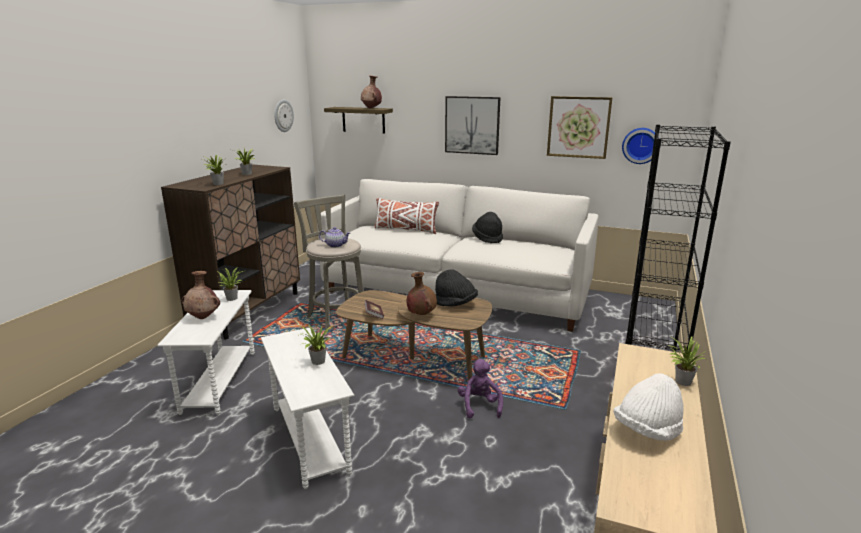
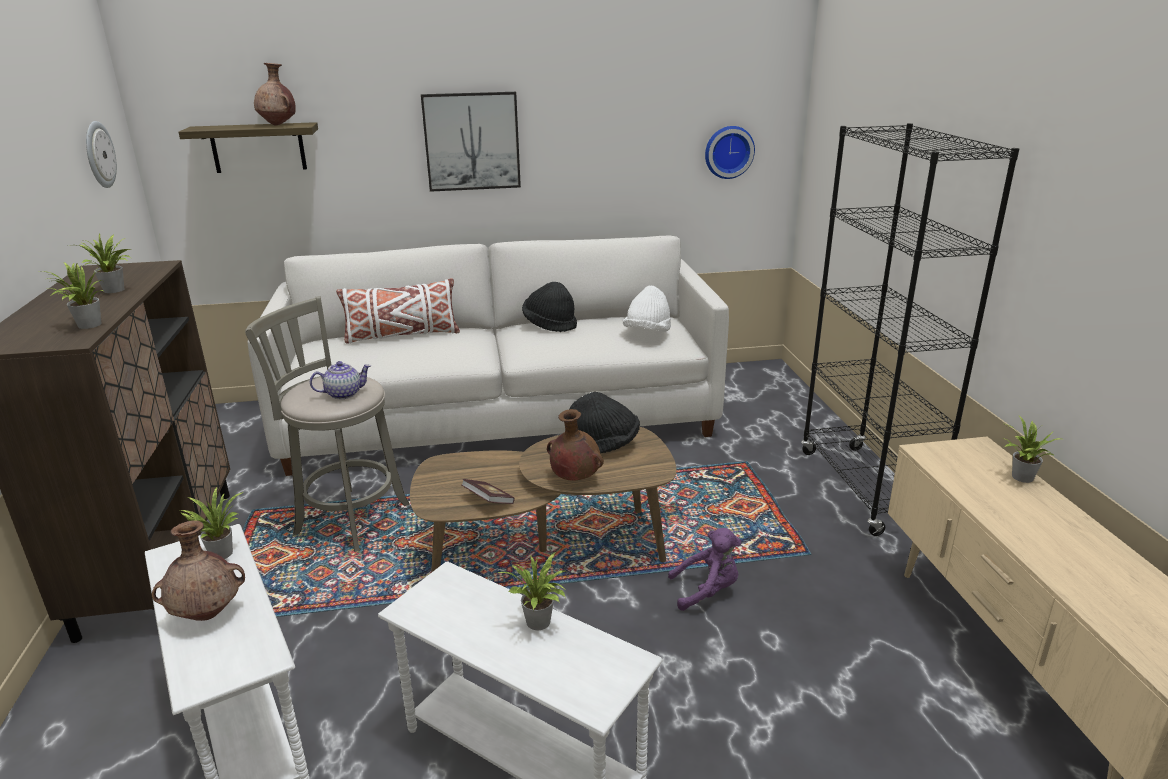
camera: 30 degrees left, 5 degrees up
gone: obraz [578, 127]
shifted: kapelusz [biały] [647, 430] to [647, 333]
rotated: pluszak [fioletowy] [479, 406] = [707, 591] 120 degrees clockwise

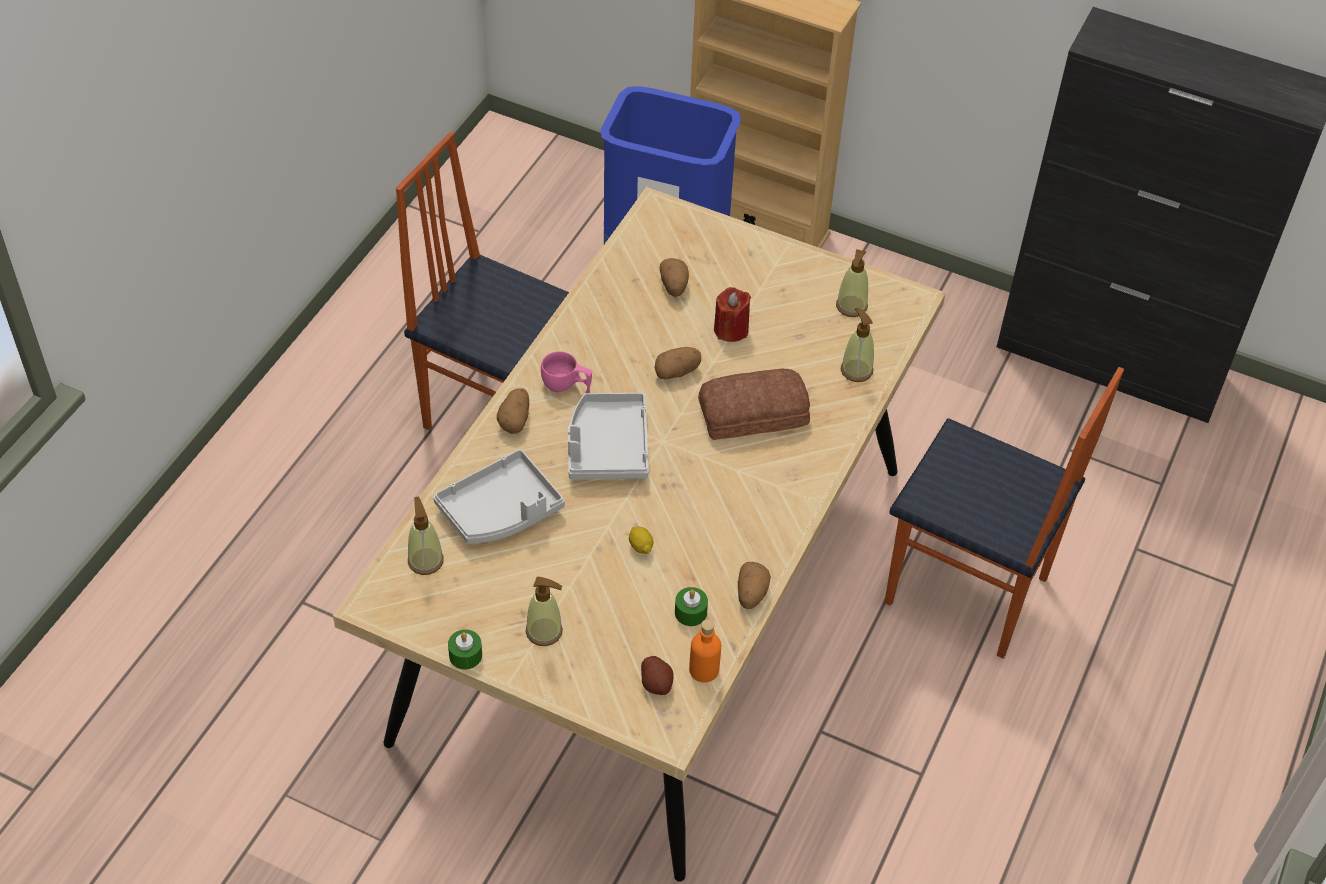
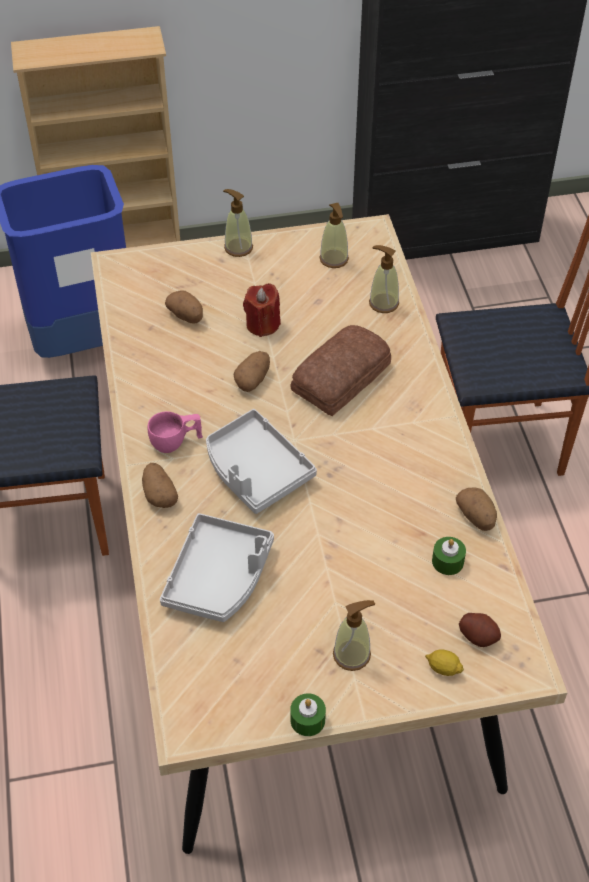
camera: 35 degrees left, 0 degrees up
gone: butelka [pomarańczowy] [704, 670]
shifted: dozownik mydła [425, 561] to [238, 247]; cytryna [640, 546] to [443, 668]

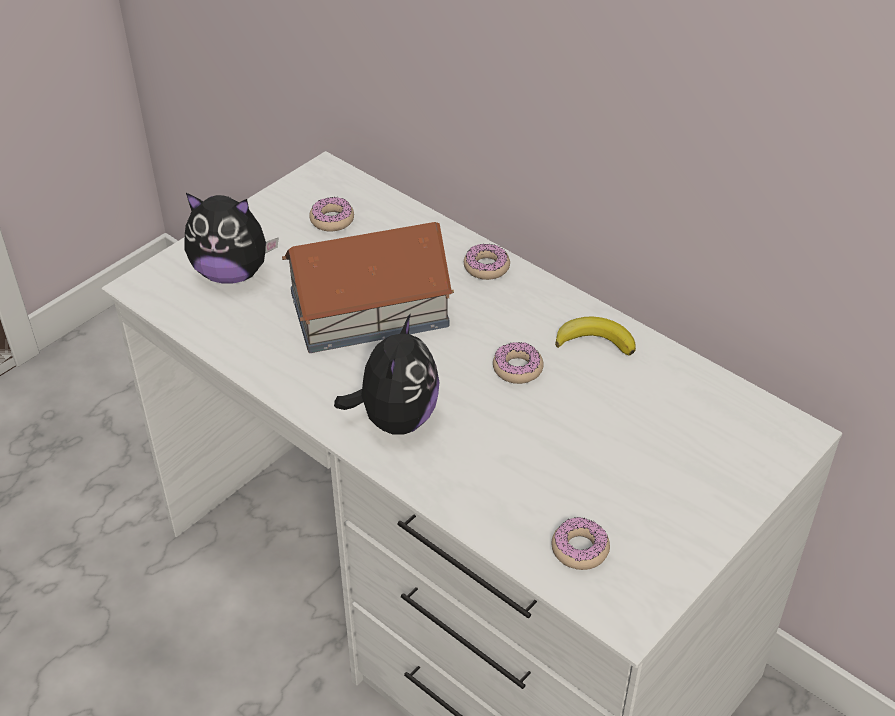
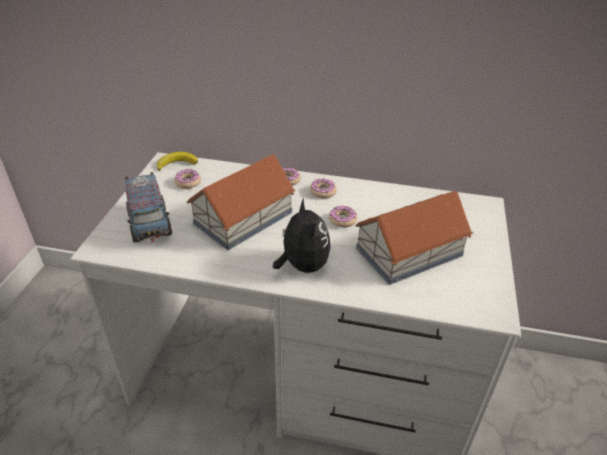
camera: 30 degrees left, 5 degrees down
new: domek [408, 251]
shifted: banan [595, 341] to [177, 163]; donut [579, 549] to [323, 192]
swapped: pluszak [232, 273] to ciężarówka zabawkowa [150, 225]

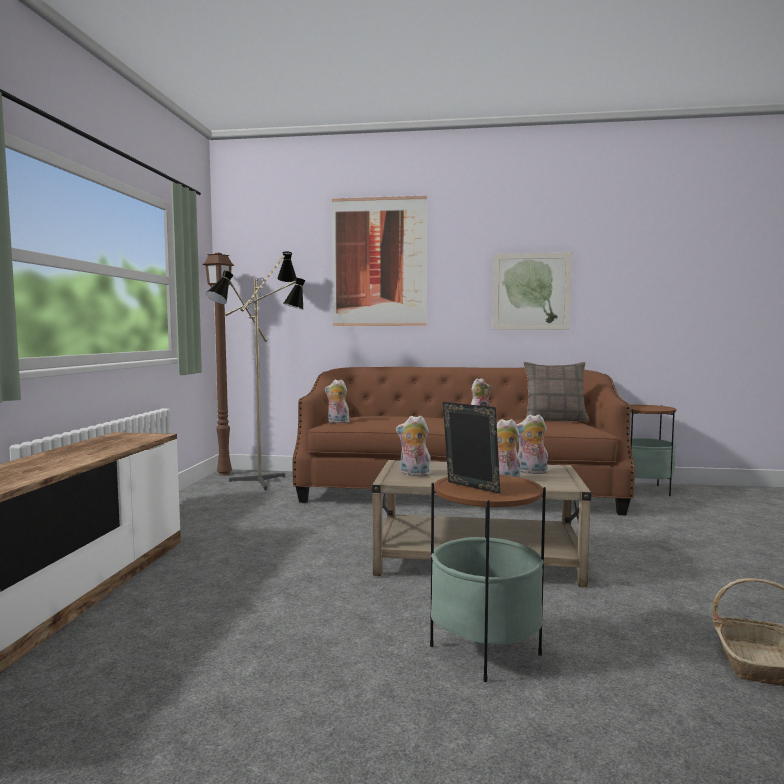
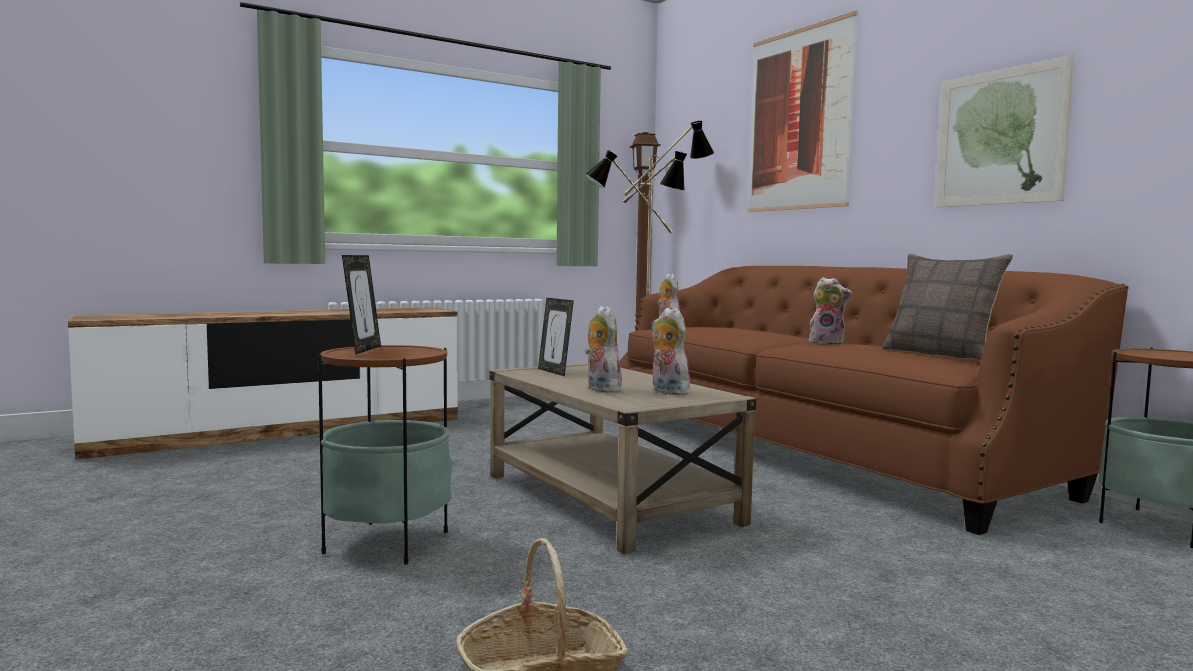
camera: 50 degrees right, 0 degrees up
swapped: pluszak [414, 474] to ramka na zdjęcie [554, 372]

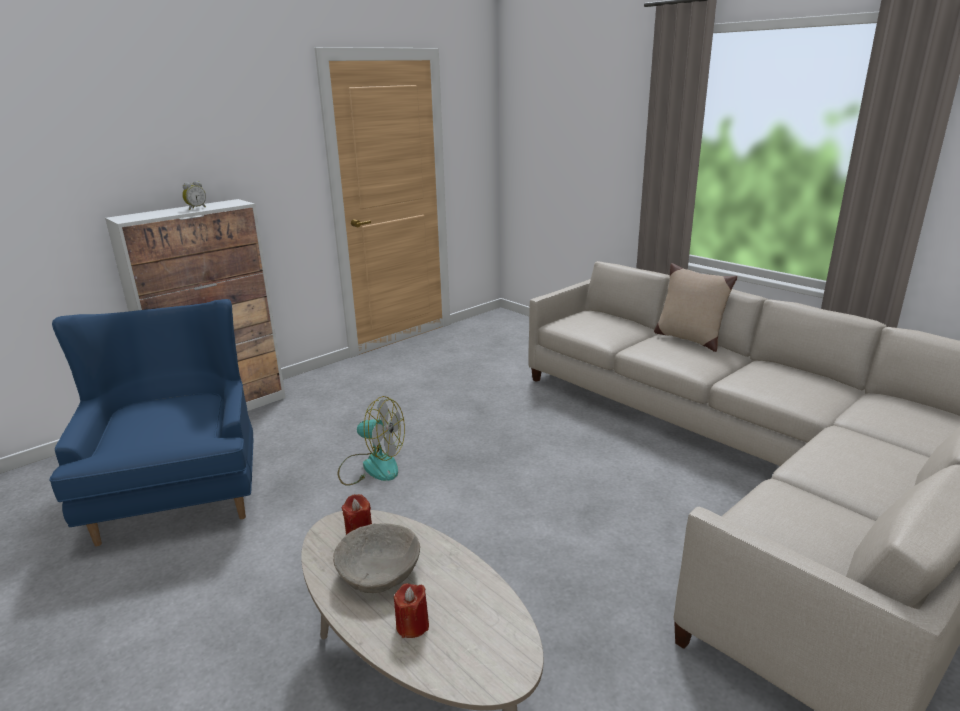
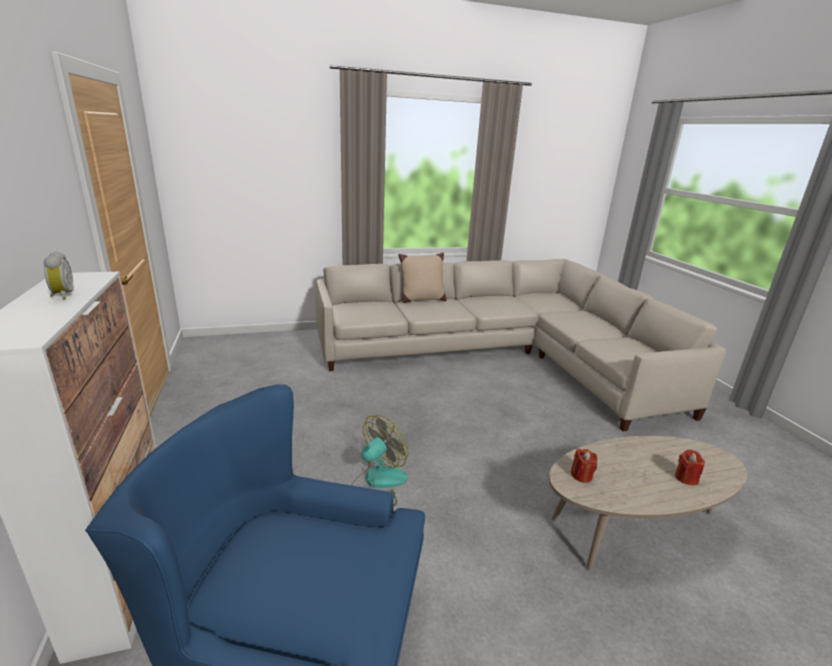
camera: 65 degrees left, 0 degrees up
gone: miska [beżowy] [379, 571]

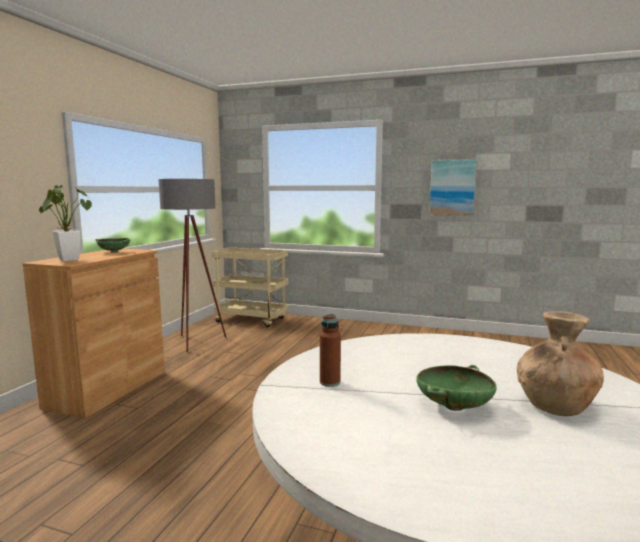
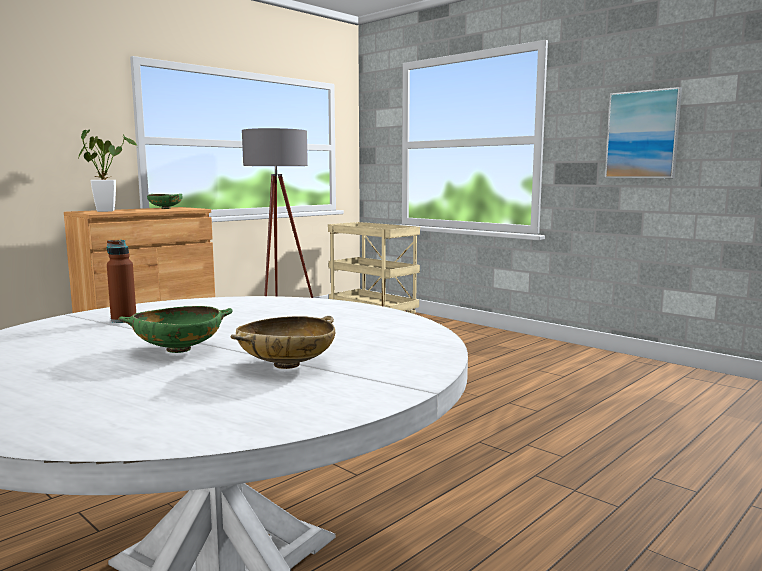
camera: 25 degrees right, 0 degrees up
swapped: wazon [brązowy] [555, 405] to miska [beżowy] [286, 365]

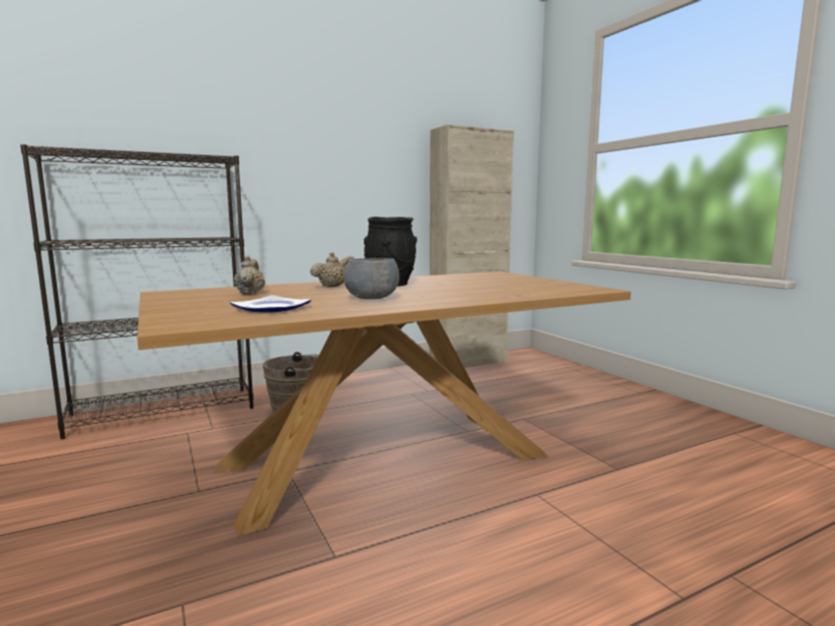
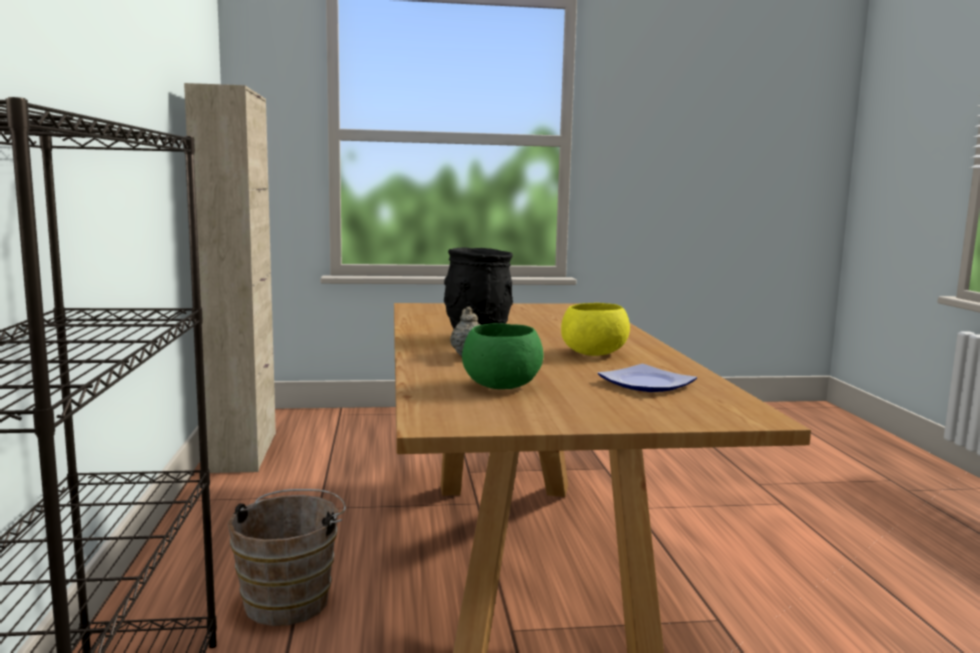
camera: 70 degrees left, 0 degrees up
swapped: imbryk [beżowy] [250, 293] to miska [zielony] [500, 386]
repainted: miska [szary] [372, 298] to miska [żółty] [592, 353]

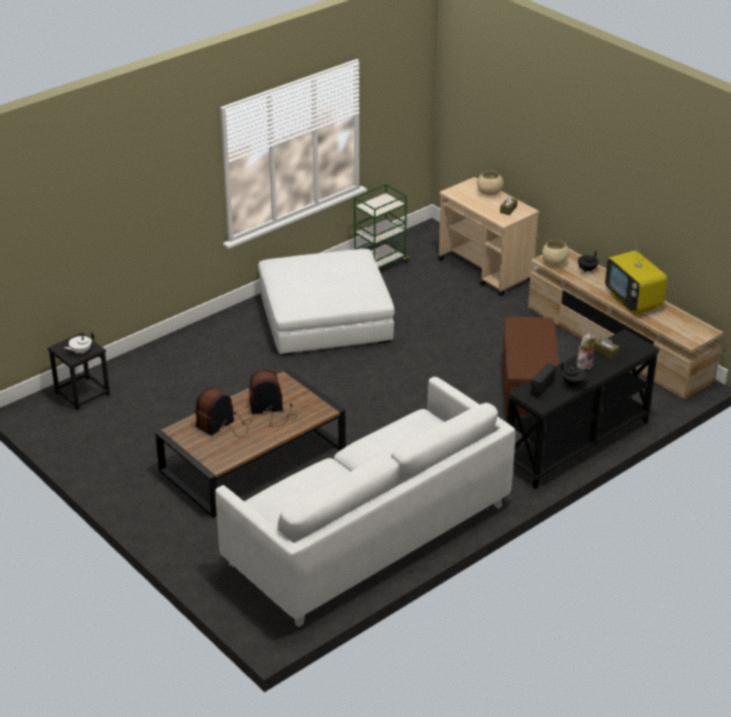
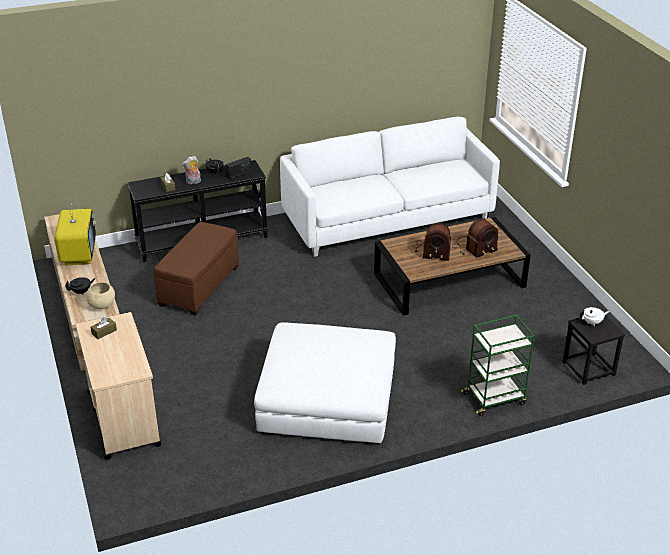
camera: 160 degrees left, 0 degrees up
gone: miska [beżowy] [489, 193]
shifted: wózek [zielony] [380, 264] to [494, 398]

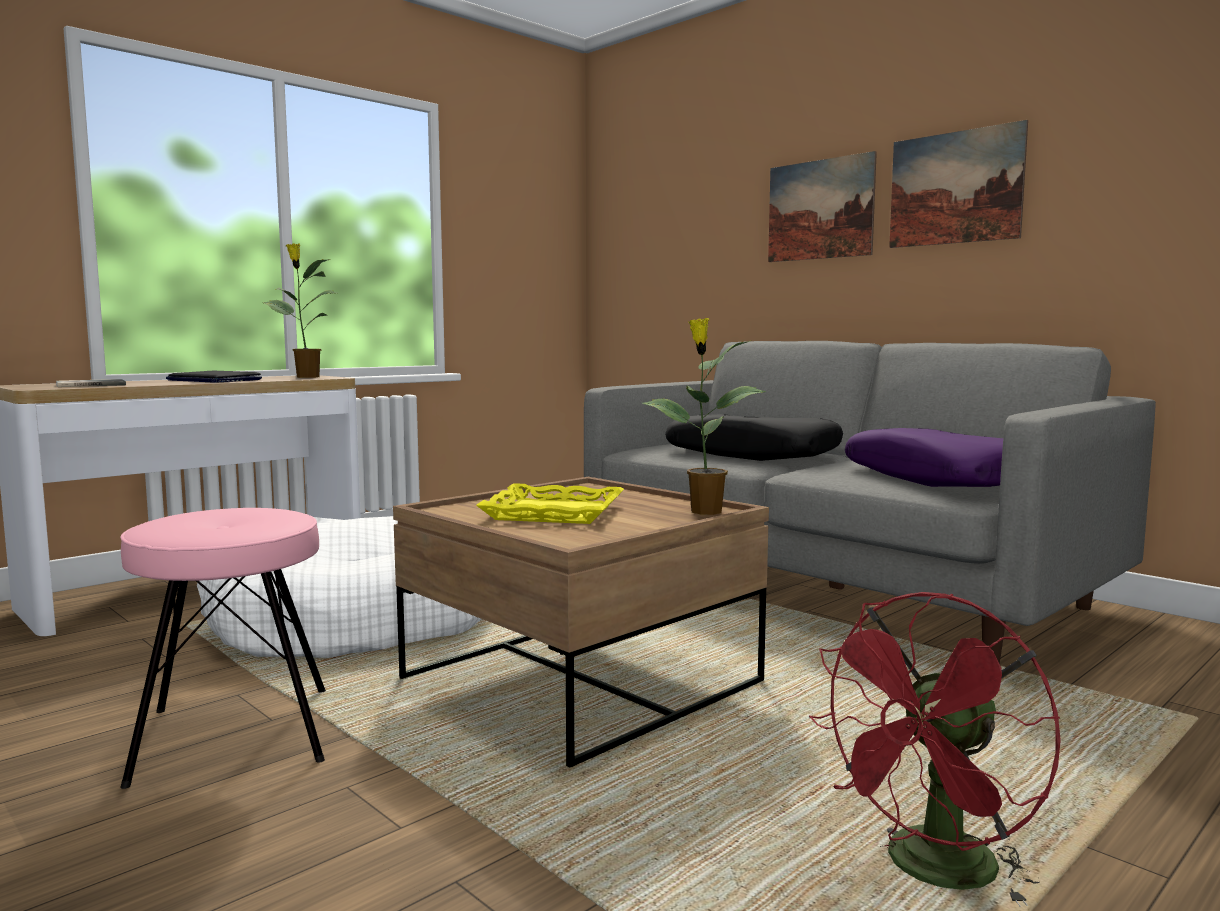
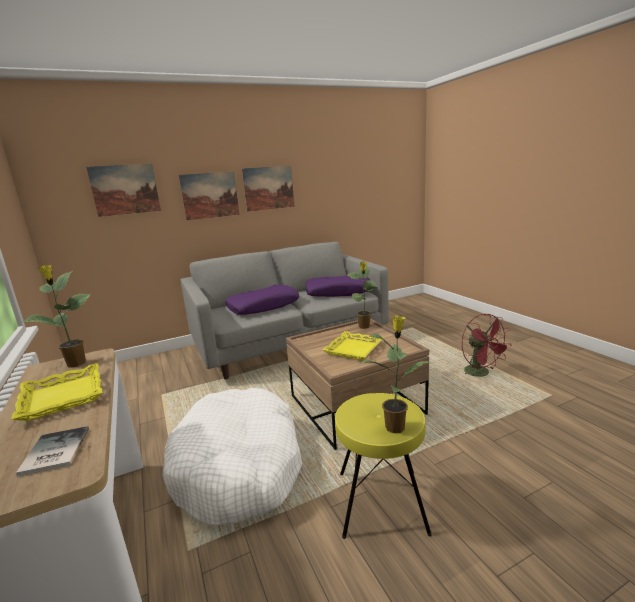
camera: 70 degrees left, 10 degrees up
new: obraz [125, 189]; roślina doniczkowa [395, 426]
swapped: laptop [214, 380] to taca [żółty] [62, 397]
repainted: poduszka [czarny] [752, 454] to poduszka [fioletowy] [263, 307]; stołek [różowy] [234, 734] to stołek [żółty] [380, 502]

